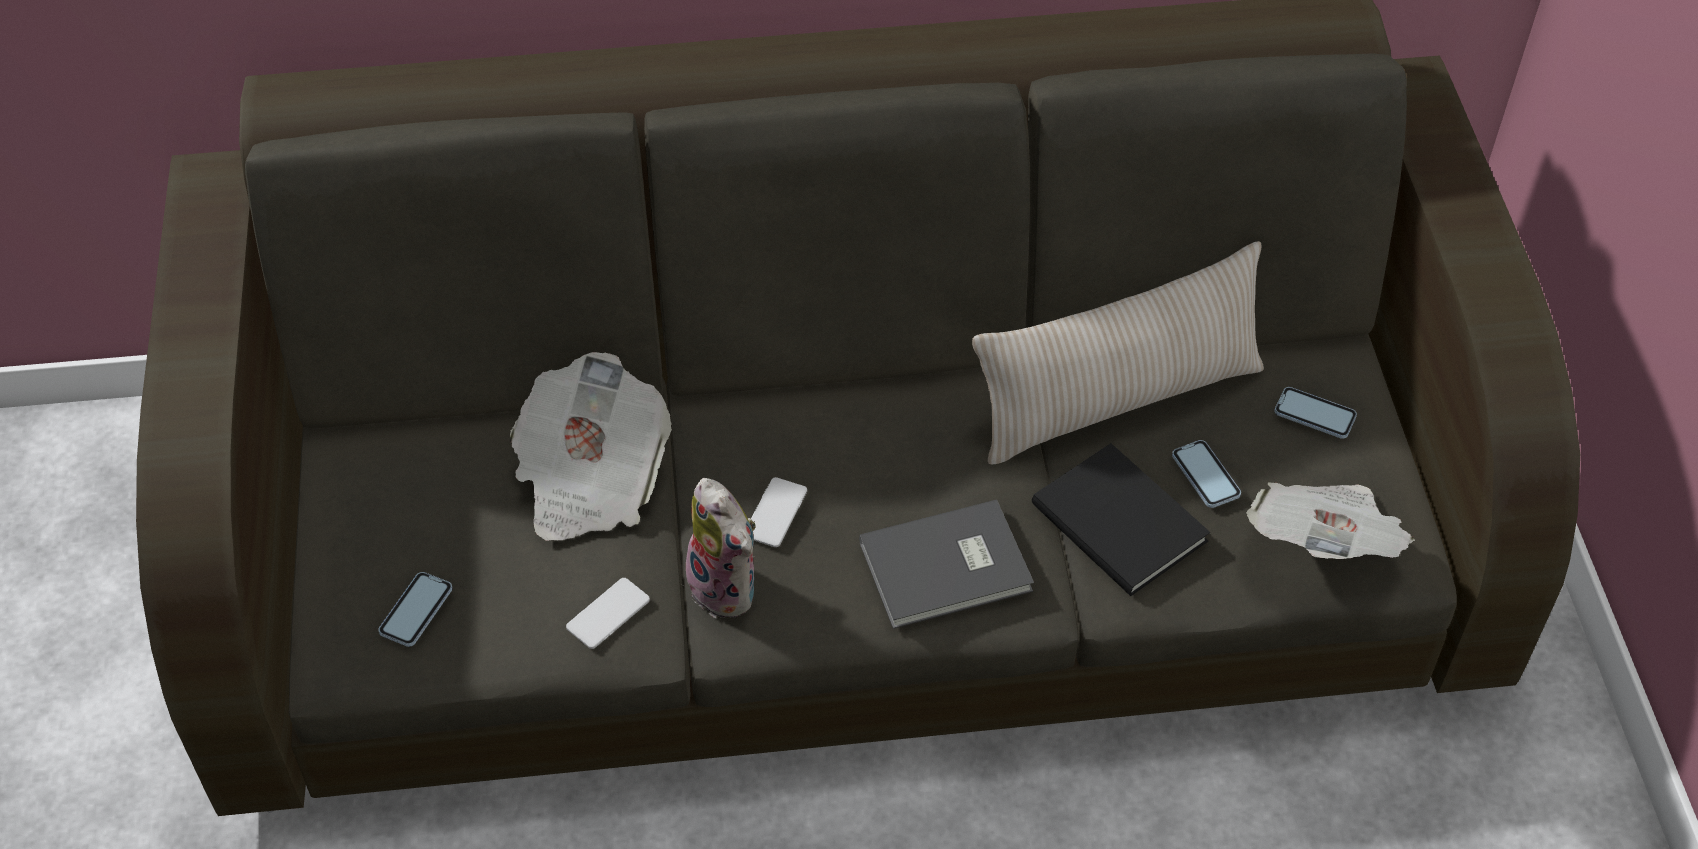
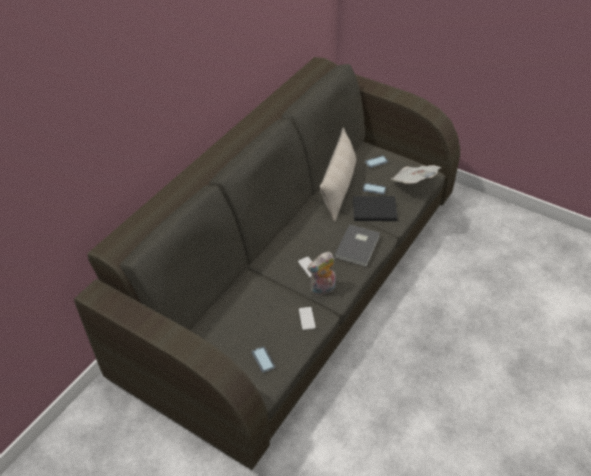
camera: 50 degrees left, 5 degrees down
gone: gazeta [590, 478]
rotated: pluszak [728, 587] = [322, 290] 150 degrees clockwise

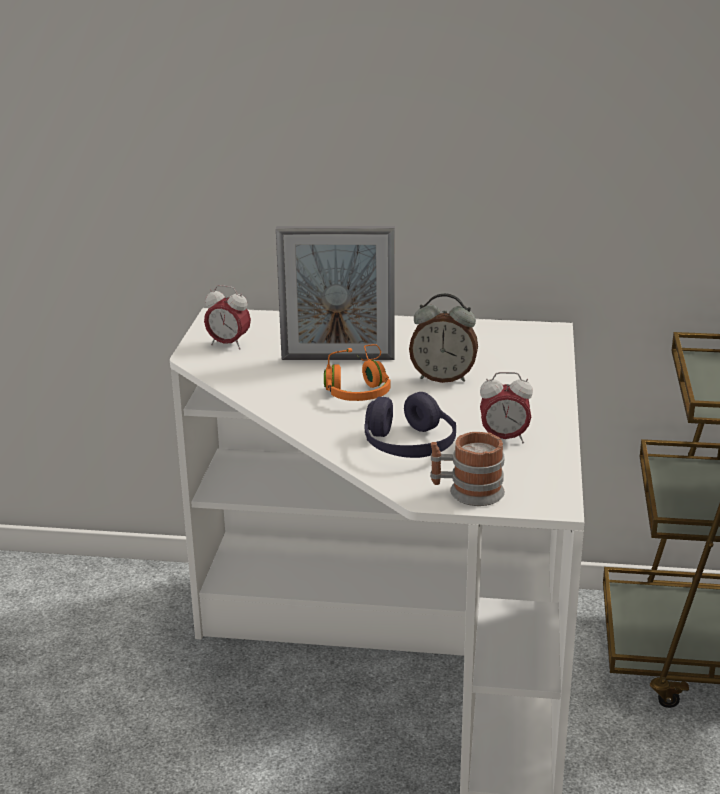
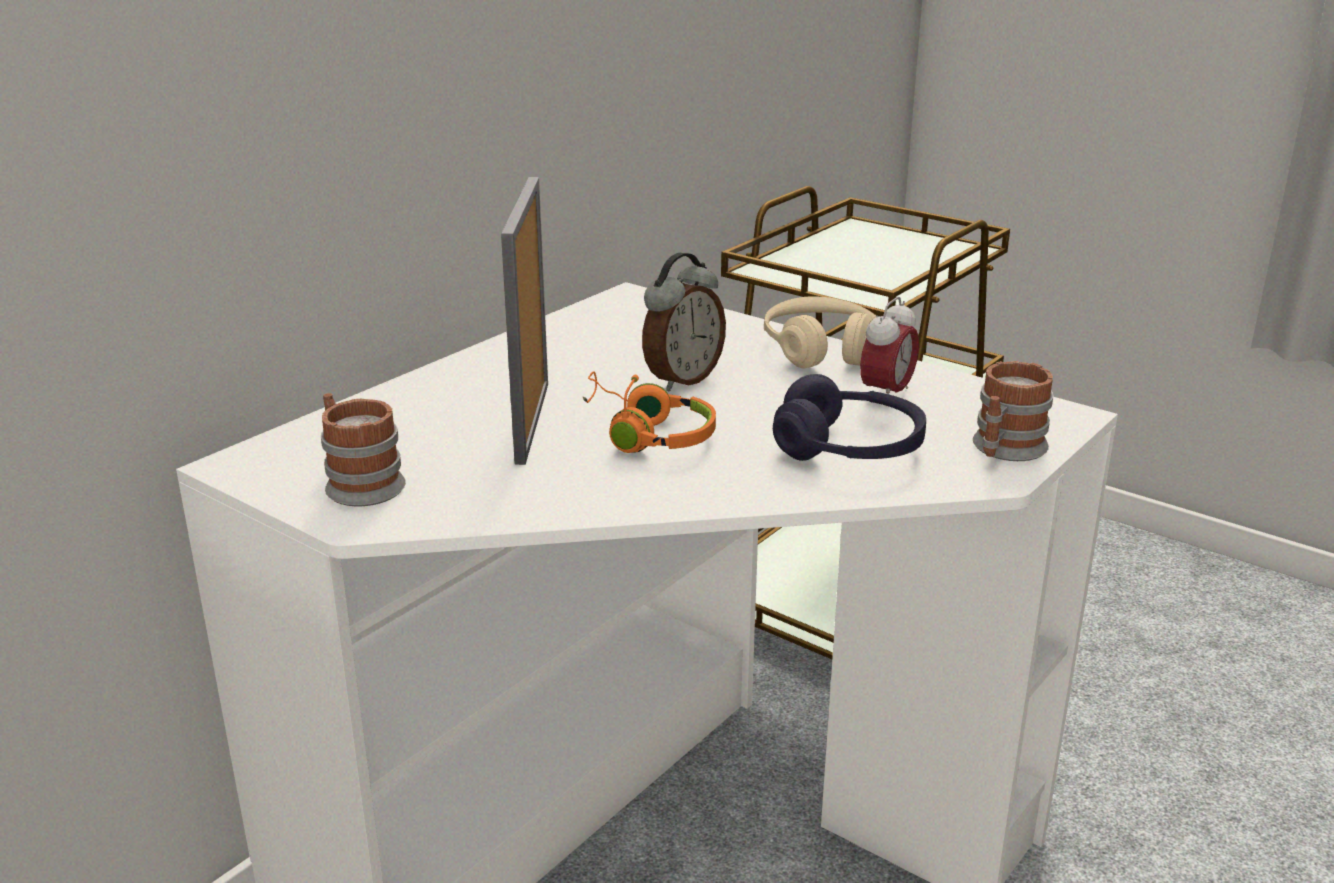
camera: 60 degrees left, 0 degrees up
new: słuchawki [beżowy] [820, 349]
swapped: budzik [228, 344] to kubek [359, 483]
rotated: ramka na zdjęcie [338, 358] = [532, 422] 150 degrees clockwise

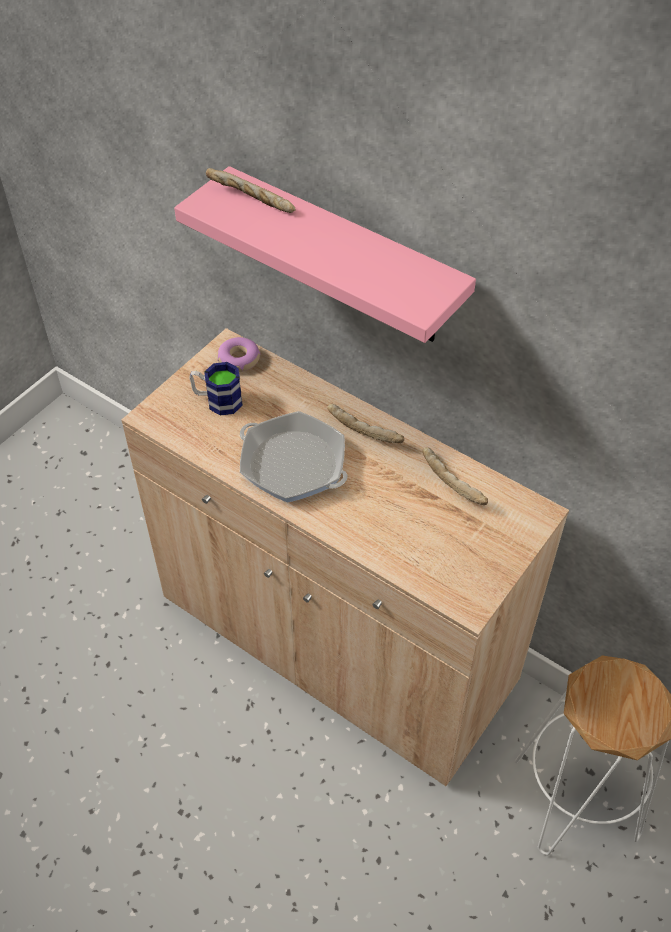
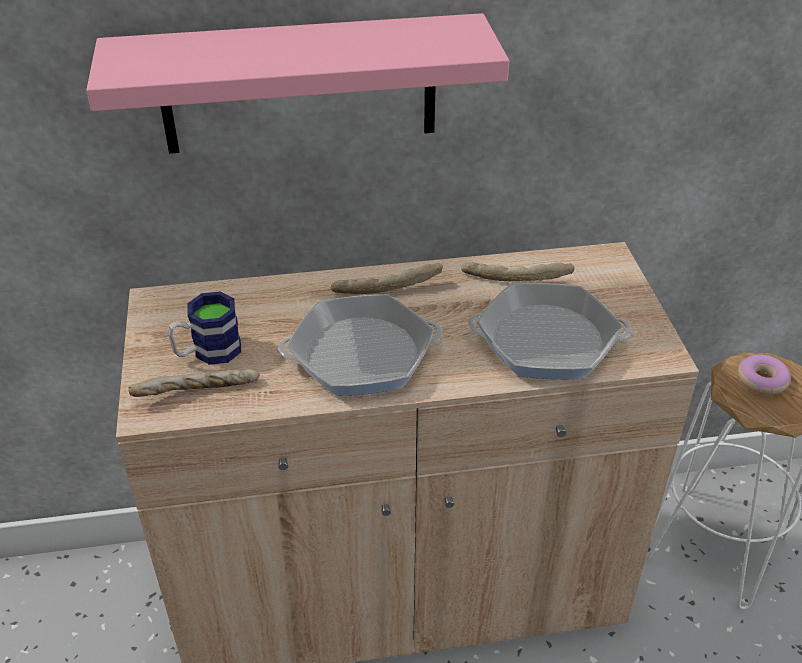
camera: 45 degrees left, 10 degrees down
new: patelnia [547, 341]
shifted: chleb [250, 200] to [197, 393]; donut [238, 359] to [762, 380]

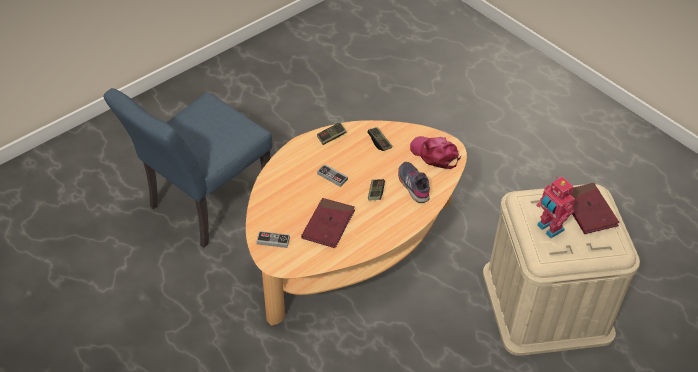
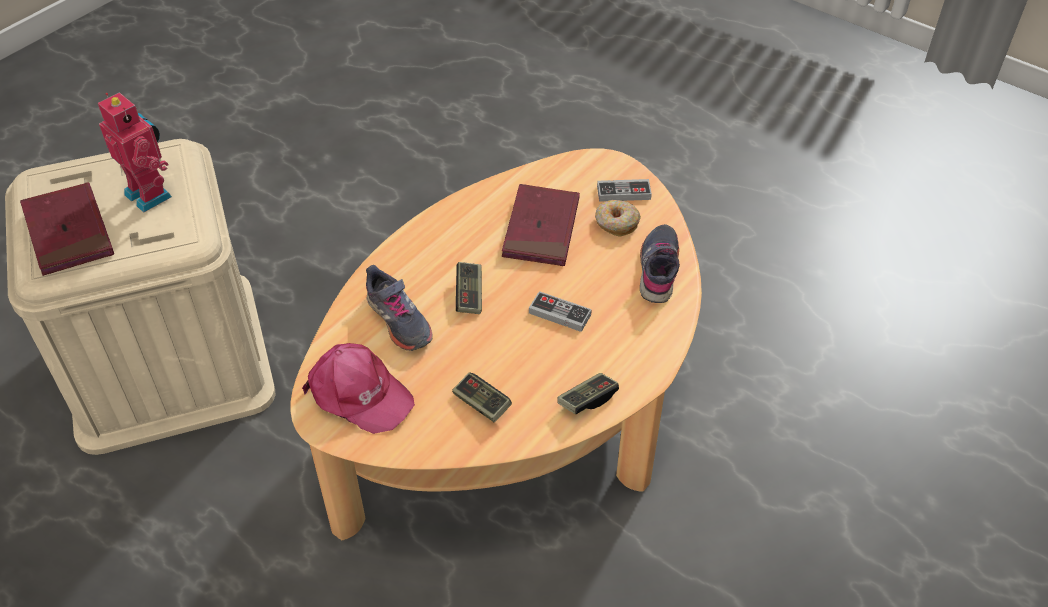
camera: 170 degrees right, 0 degrees up
gone: krzesło [niebieski] [203, 205]
new: donut [616, 223]; but [szary] [659, 269]

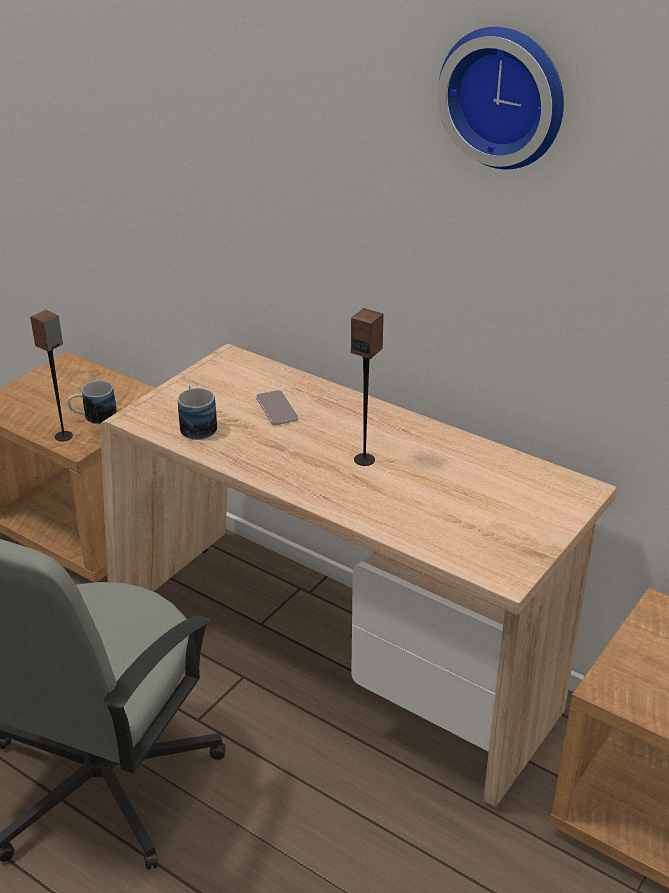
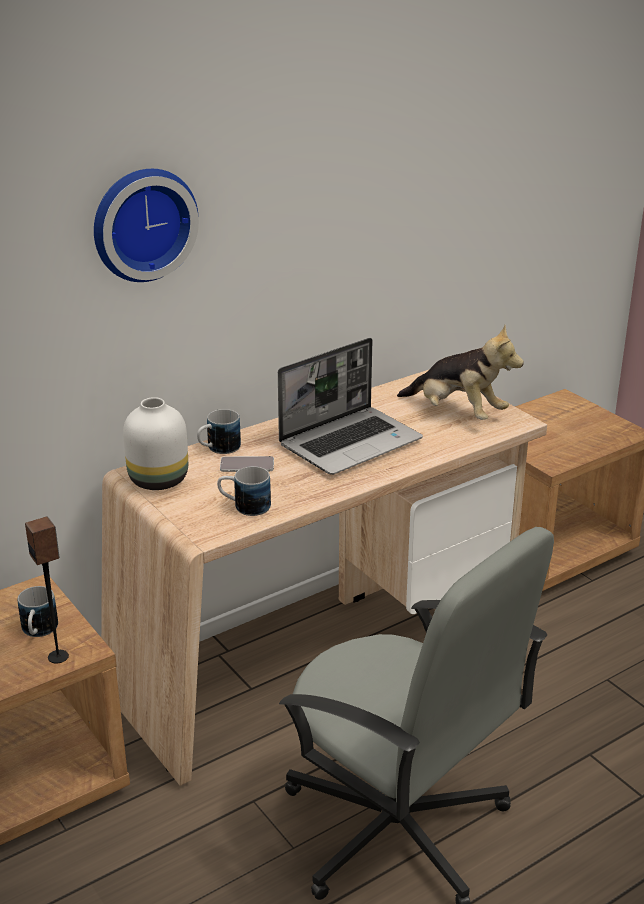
camera: 70 degrees left, 5 degrees down
new: wazon [biały] [159, 479]; kubek [218, 449]; pluszak [457, 413]
shifted: zegar ścienny [505, 96] to [142, 223]
swapped: głośnik [364, 459] to laptop [351, 442]

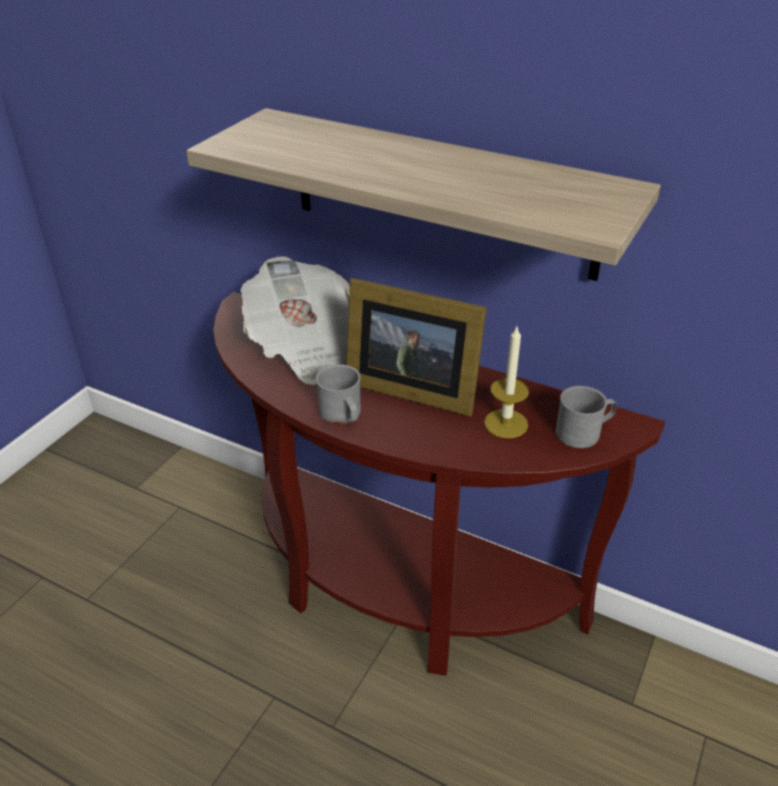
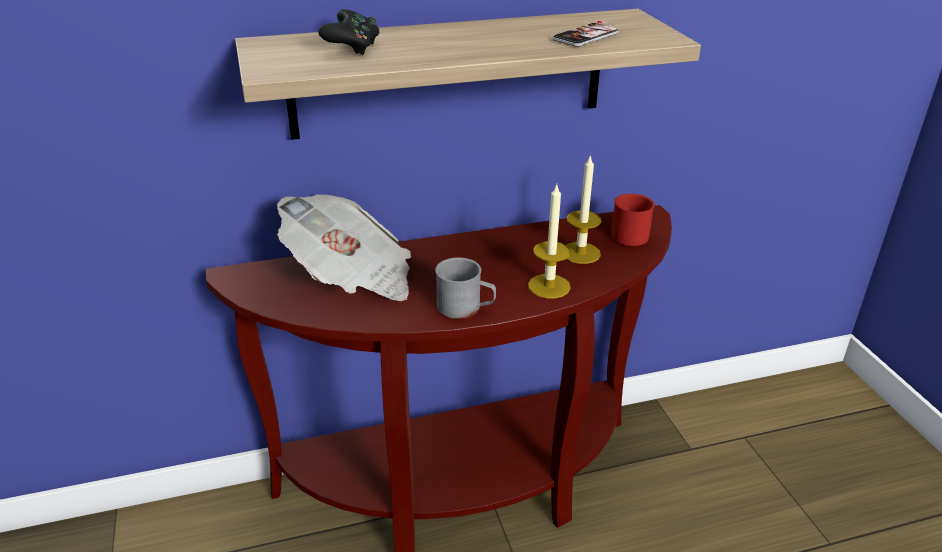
camera: 45 degrees left, 5 degrees down
gone: ramka na zdjęcie [409, 387]
new: pad do gier [czarny] [352, 48]; świeca [549, 286]; telefon [585, 36]
repainted: kubek [szary] [584, 432] to kubek [czerwony] [631, 233]

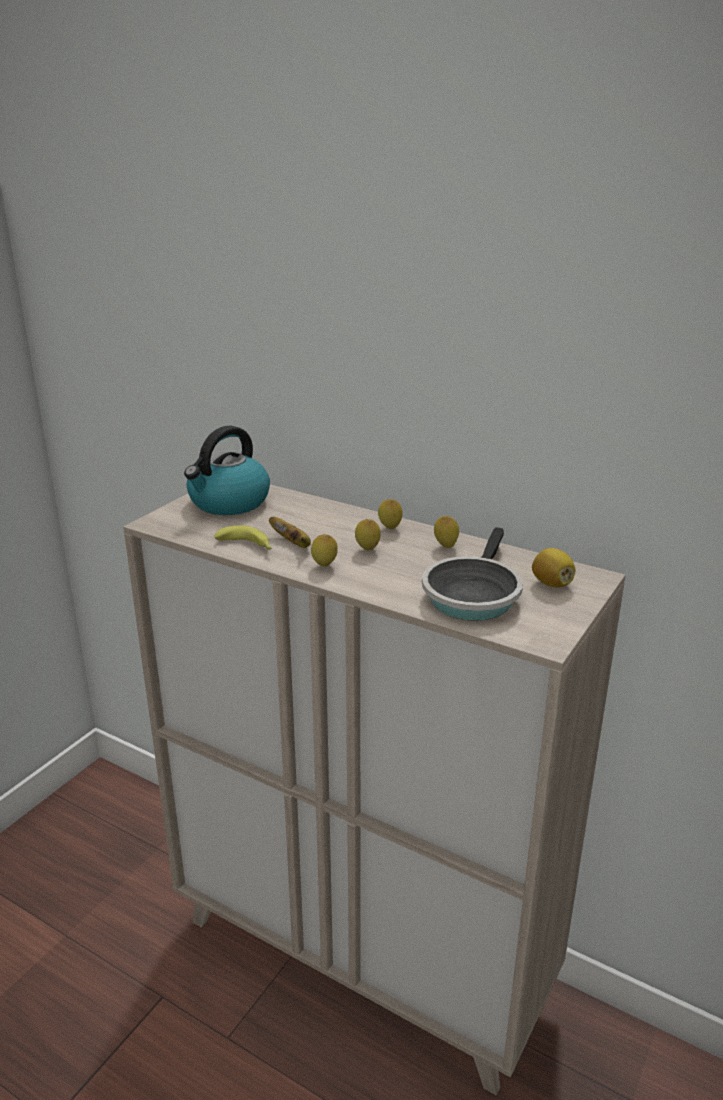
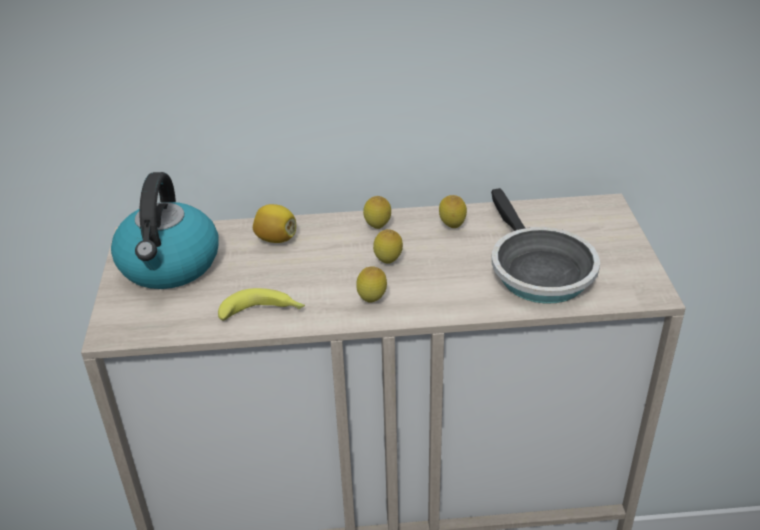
camera: 35 degrees left, 10 degrees up
gone: banan [292, 543]
shifted: cytryna [552, 584] to [276, 239]

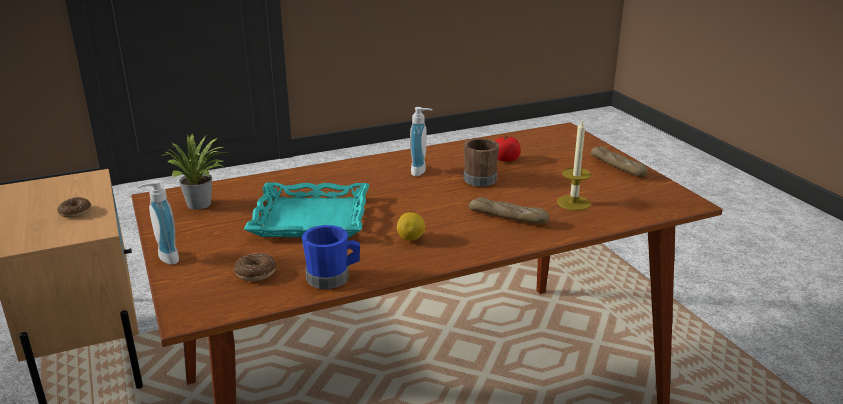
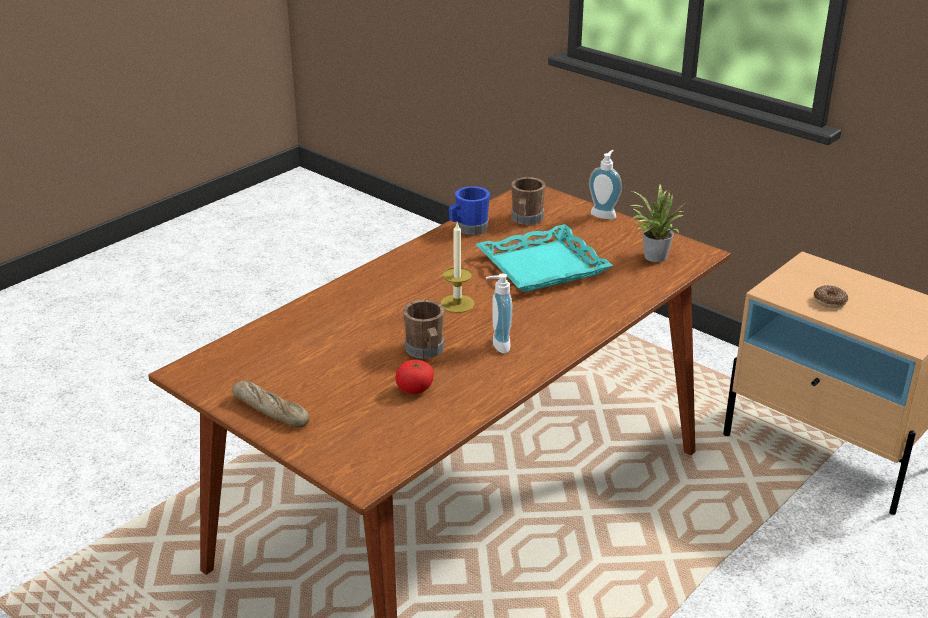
camera: 155 degrees right, 5 degrees up
gone: cytryna [411, 239]; chleb [507, 218]
shifted: świeca [573, 203] to [457, 304]
swapped: donut [256, 273] to kubek [brązowy] [526, 220]

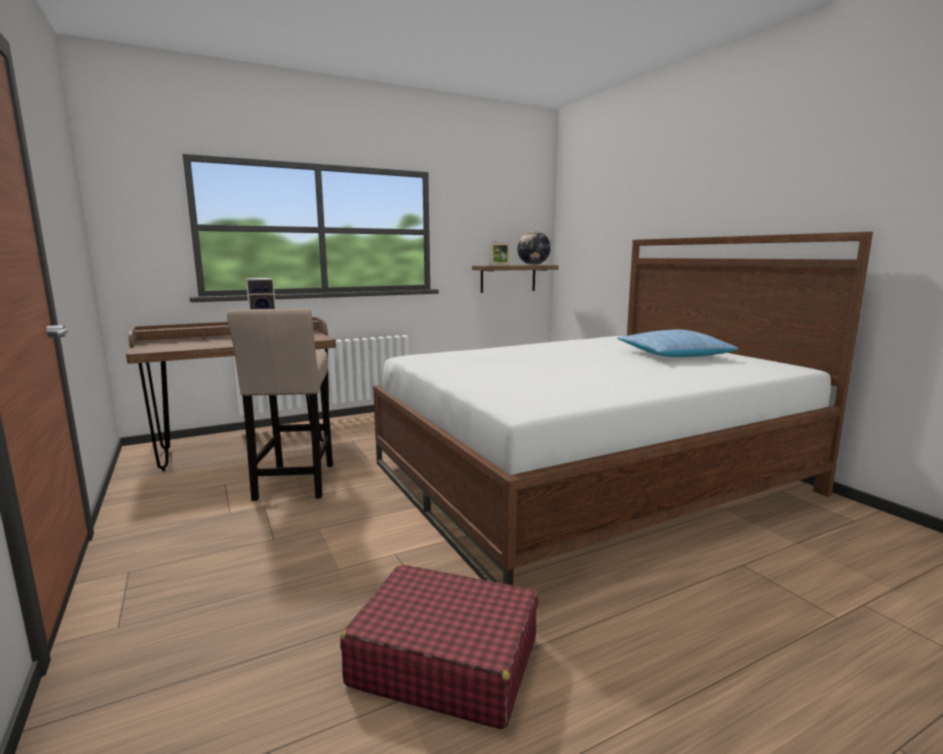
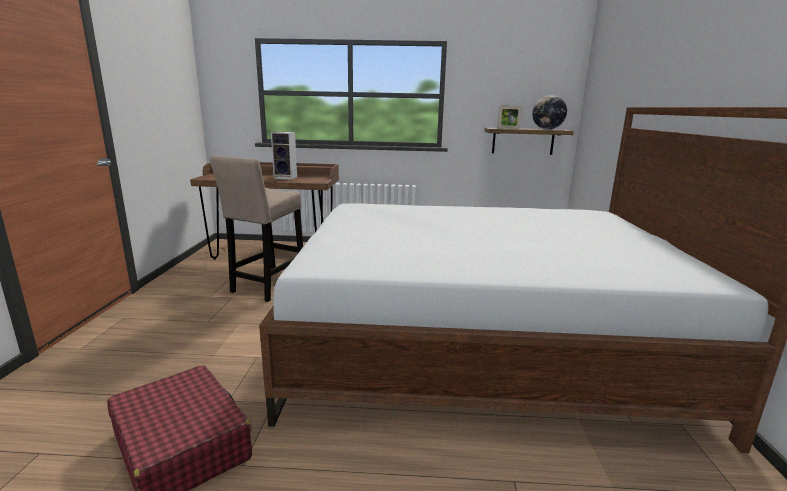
camera: 30 degrees right, 5 degrees up
gone: poduszka [673, 355]

